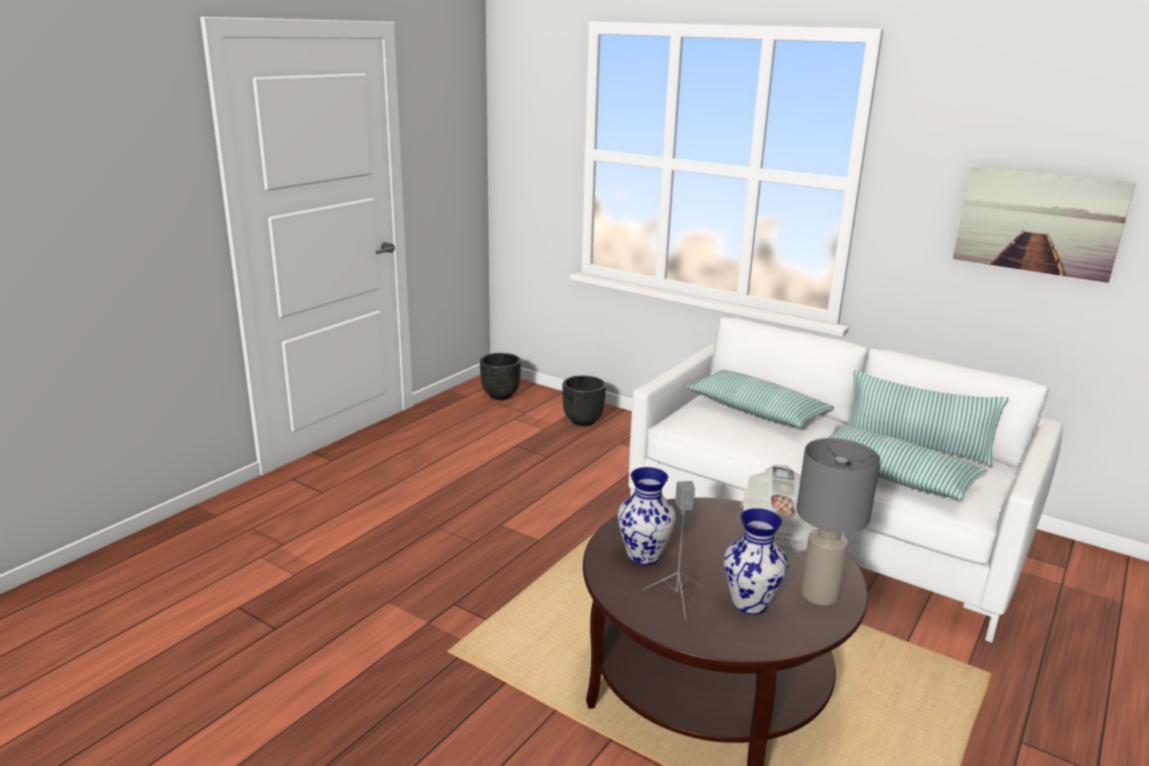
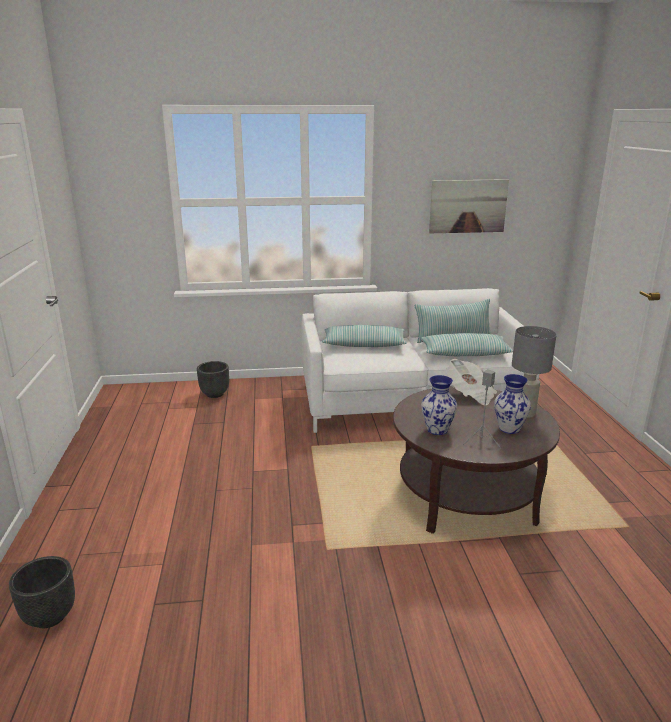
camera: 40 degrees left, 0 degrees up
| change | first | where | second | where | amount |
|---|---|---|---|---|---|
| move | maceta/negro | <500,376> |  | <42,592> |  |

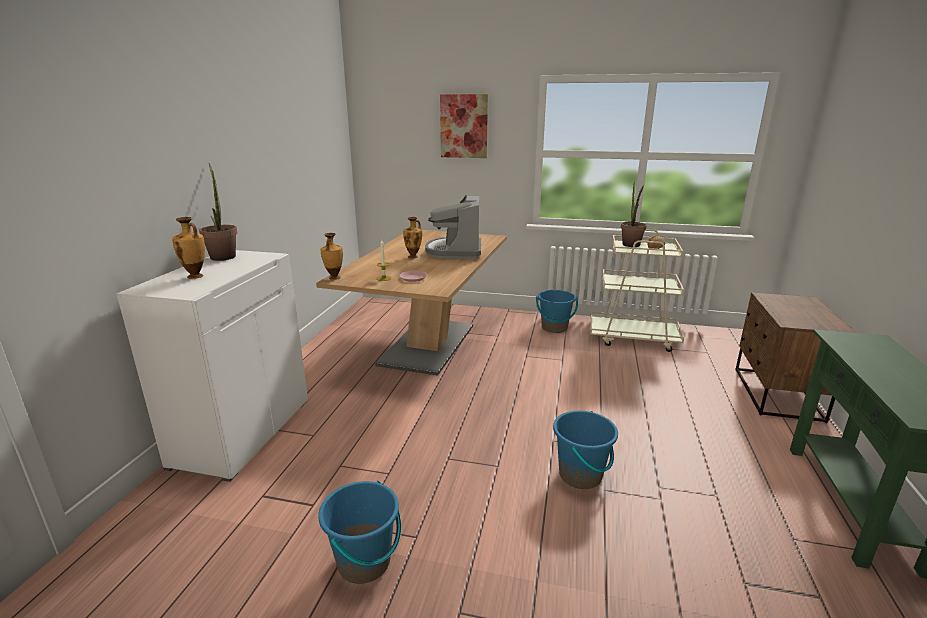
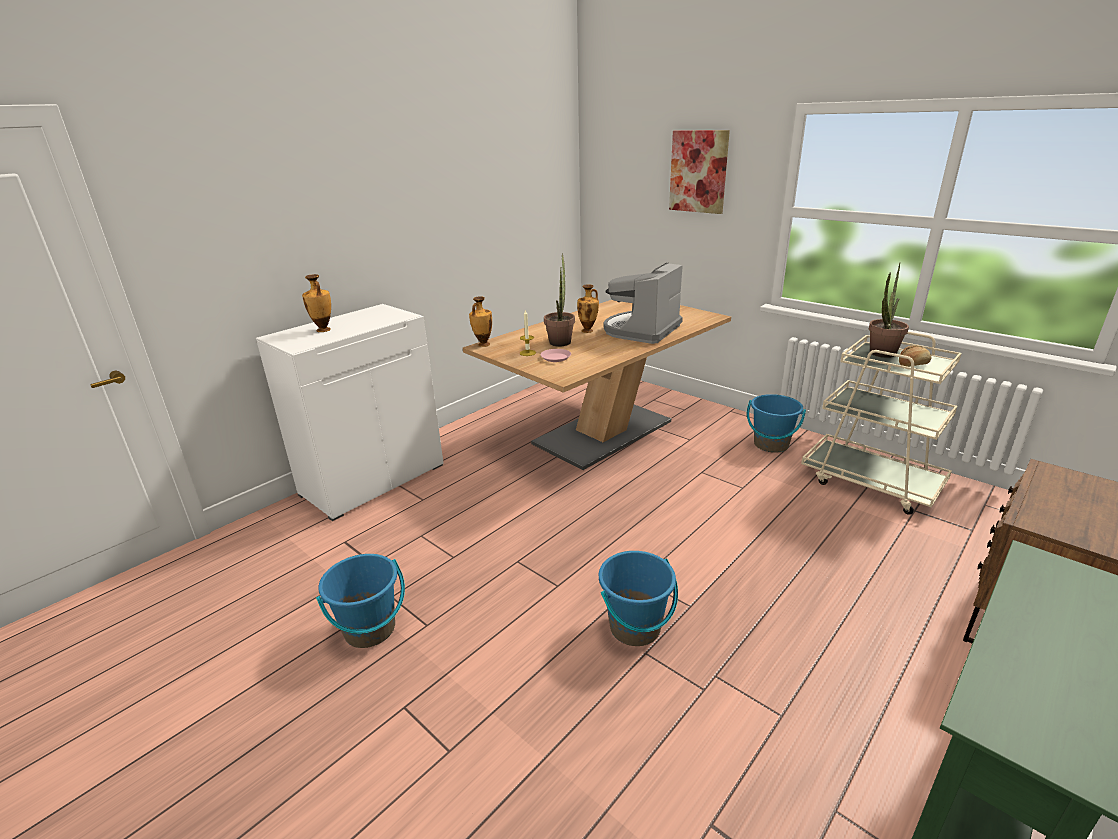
camera: 30 degrees right, 5 degrees up
| change | first | where | second | where | amount |
|---|---|---|---|---|---|
| move | planta en maceta | <218,212> |  | <559,300> |  |

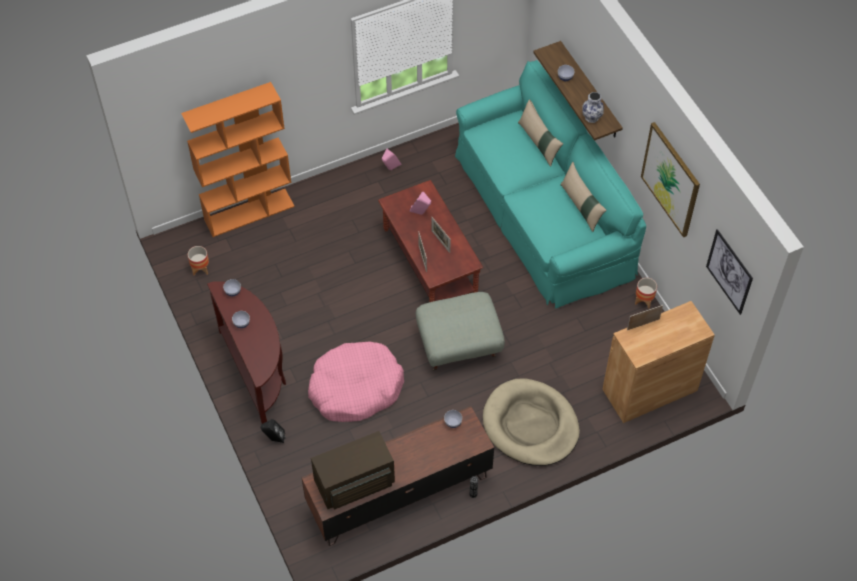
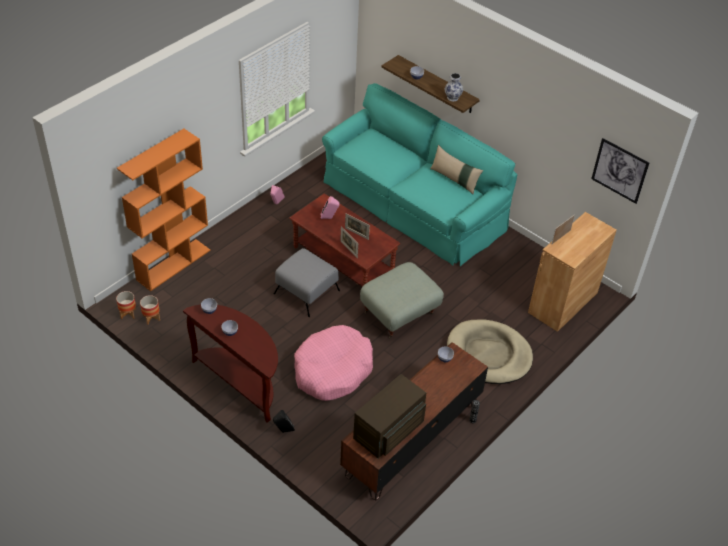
camera: 25 degrees left, 10 degrees down
| change | first | where | second | where | amount |
|---|---|---|---|---|---|
| delete | cojín/beis | <540,133> |  |  |  |
| move | maceta | <646,293> |  | <126,305> |  |
| delete | cuadro | <670,180> |  |  |  |
| insert |  |  | puf/gris | <307,282> |  |

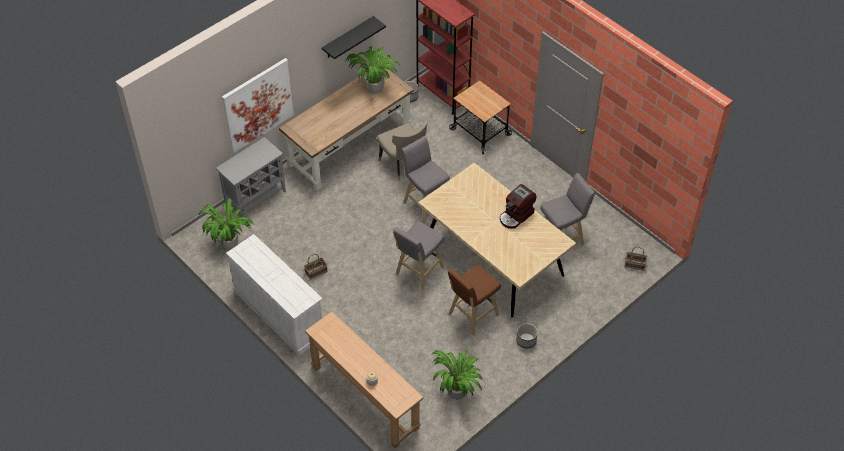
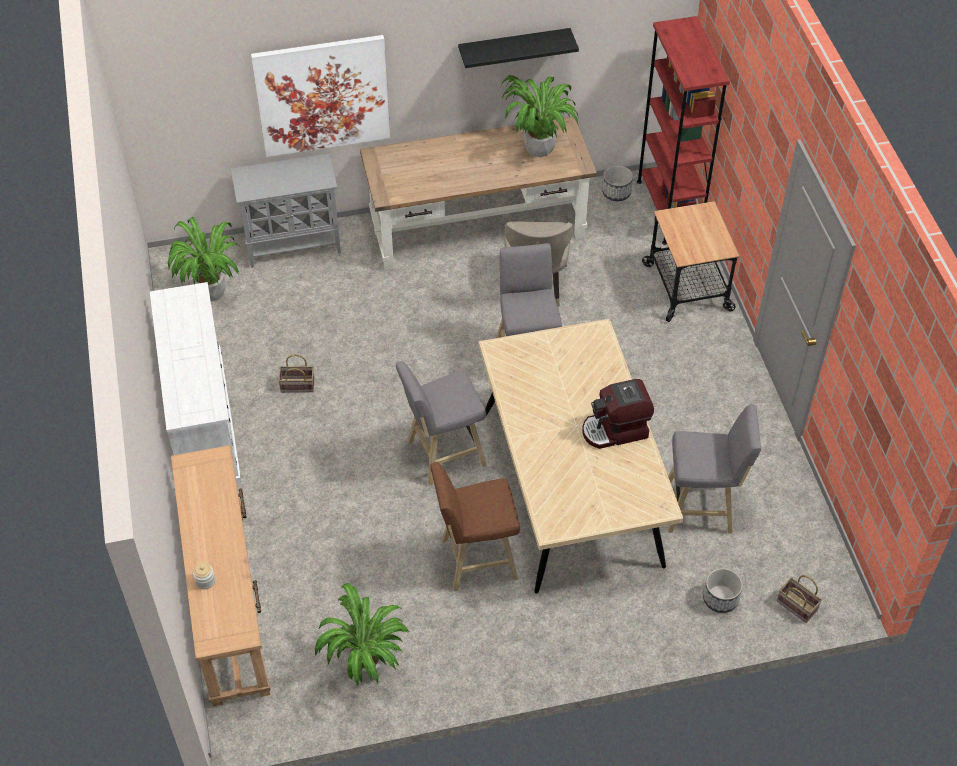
camera: 30 degrees right, 0 degrees up
| change | first | where | second | where | amount |
|---|---|---|---|---|---|
| move | maceta | <527,335> |  | <723,590> |  |

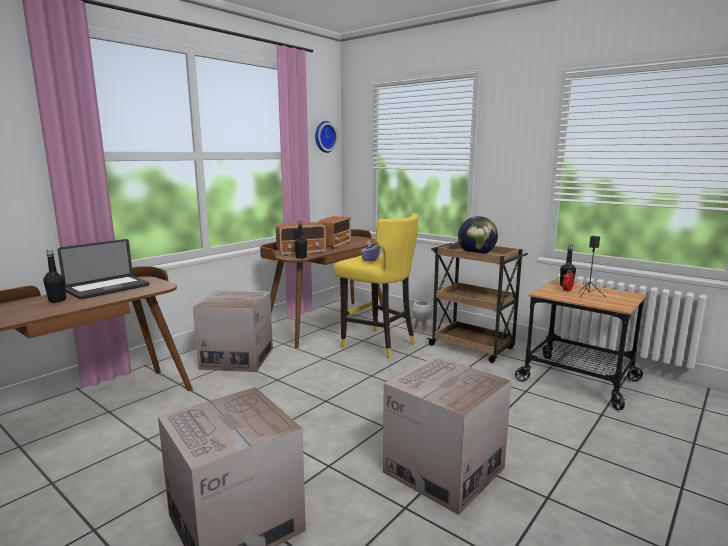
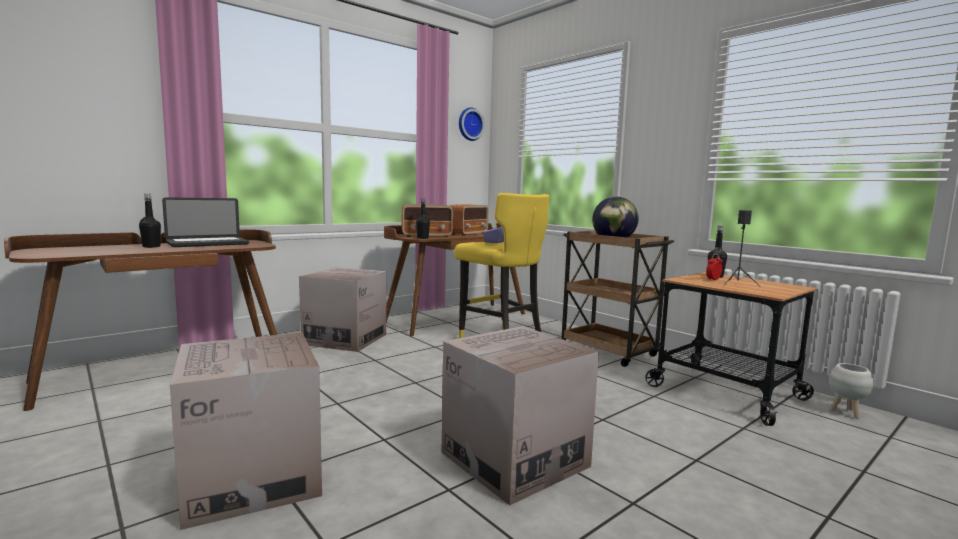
camera: 10 degrees right, 5 degrees down
| change | first | where | second | where | amount |
|---|---|---|---|---|---|
| move | maceta/blanco | <422,316> |  | <851,391> |  |

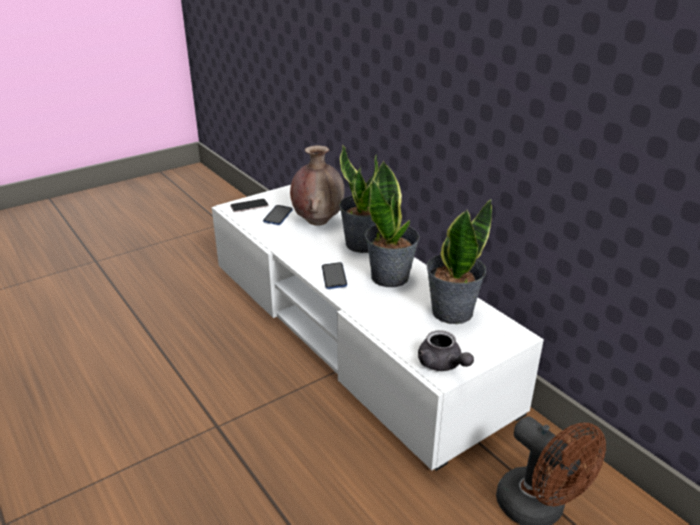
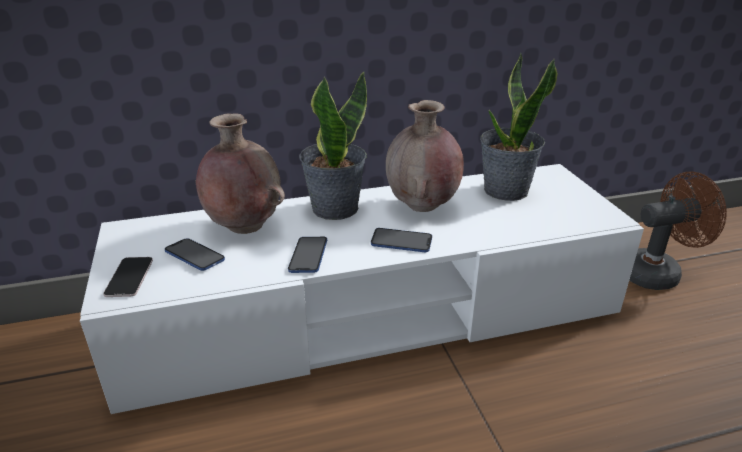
camera: 70 degrees left, 0 degrees up
| change | first | where | second | where | amount |
|---|---|---|---|---|---|
| replace | planta en maceta | <392,223> | florero/marrón | <425,156> |  |
| delete | tetera/gris | <446,350> |  |  |  |
| insert |  |  | móvil | <307,255> |  |

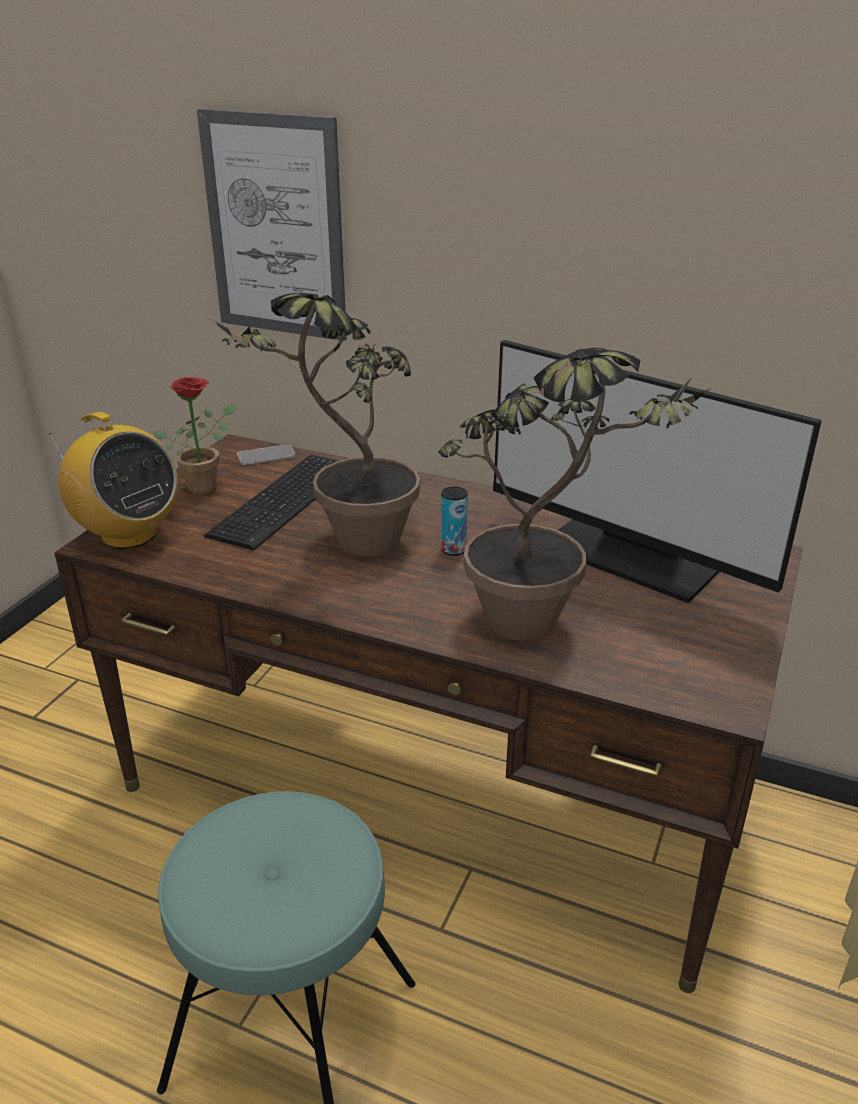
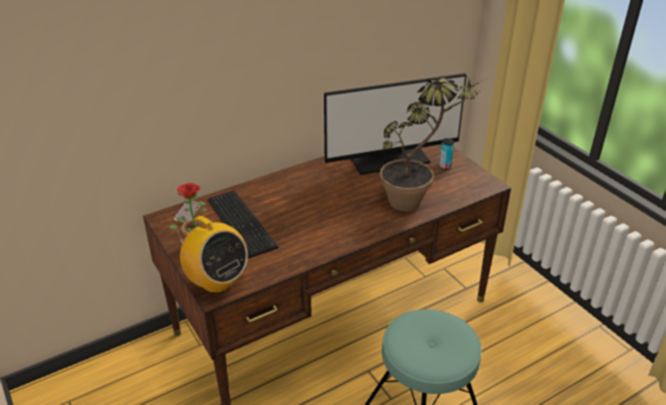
camera: 55 degrees left, 5 degrees up
| change | first | where | second | where | amount |
|---|---|---|---|---|---|
| rotate | radio | <113,480> |  | <212,254> | 60 degrees clockwise |
| delete | cuadro | <272,225> |  |  |  |
| delete | planta en maceta | <312,424> |  |  |  |
| move | lata | <454,521> |  | <446,154> |  |

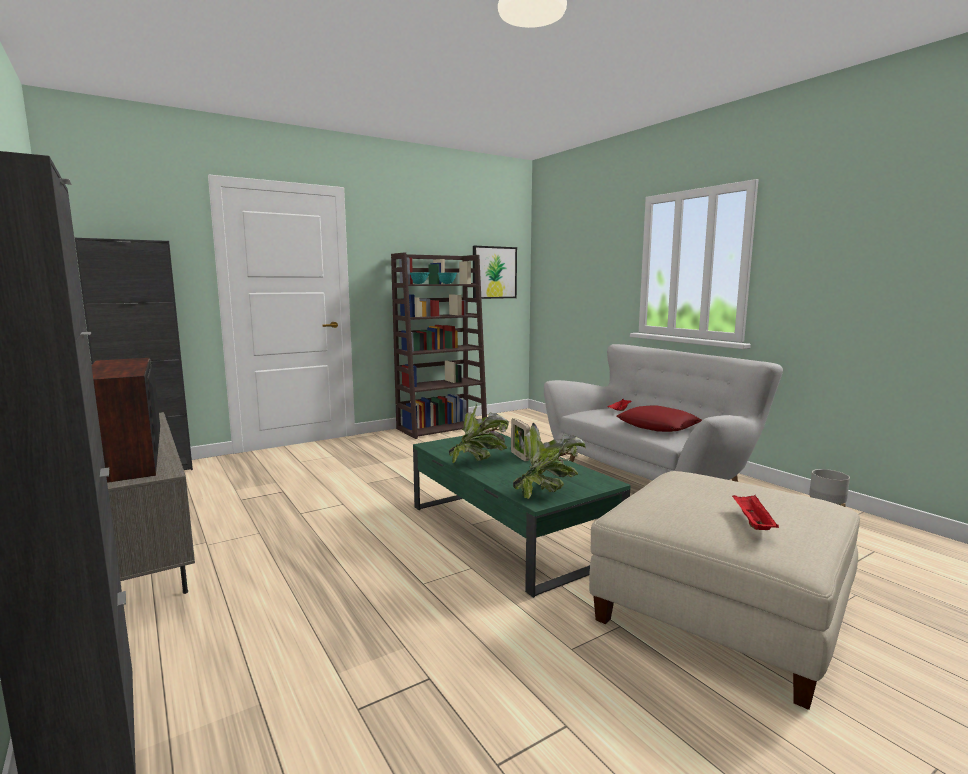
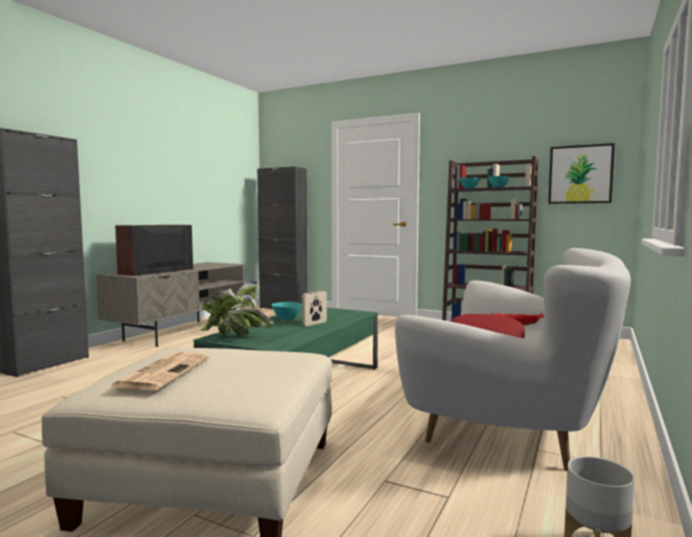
camera: 60 degrees right, 5 degrees down
| change | first | where | second | where | amount |
|---|---|---|---|---|---|
| replace | planta en maceta | <479,433> | cuenco/turquesa | <287,311> |  |
| replace | bandeja/rojo | <755,512> | periódico | <159,371> |  |

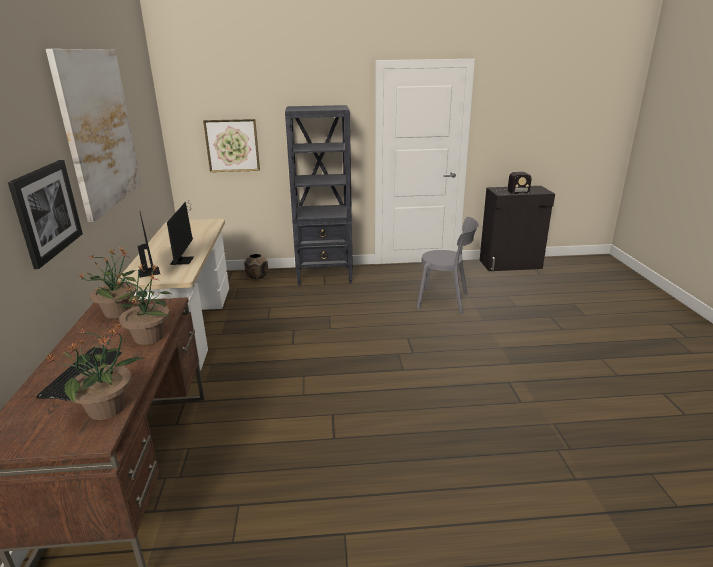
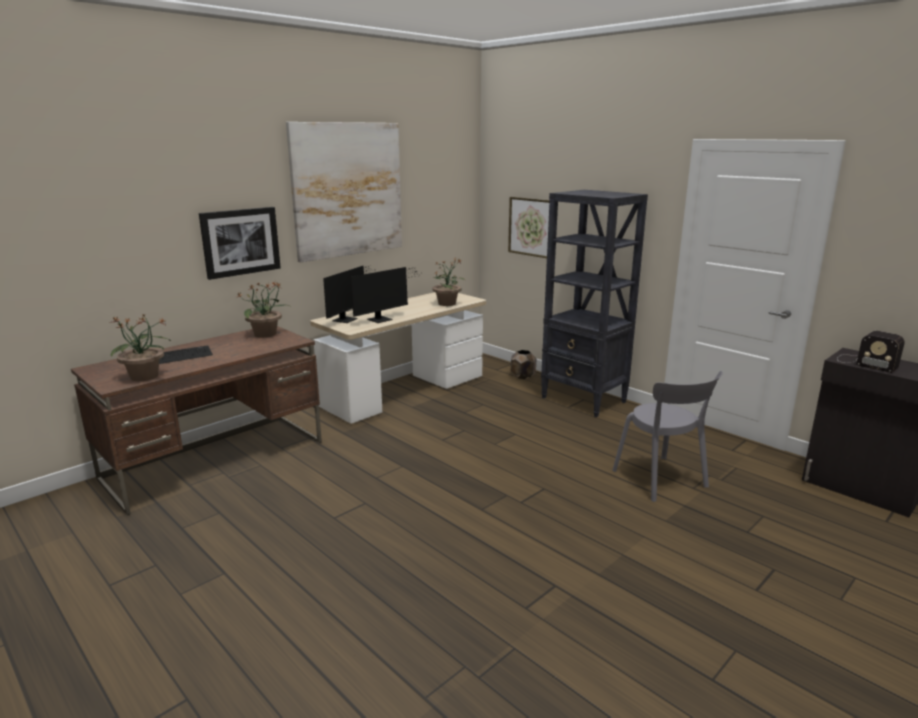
camera: 50 degrees right, 5 degrees down
| change | first | where | second | where | amount |
|---|---|---|---|---|---|
| move | planta en maceta | <142,304> |  | <449,282> |  |

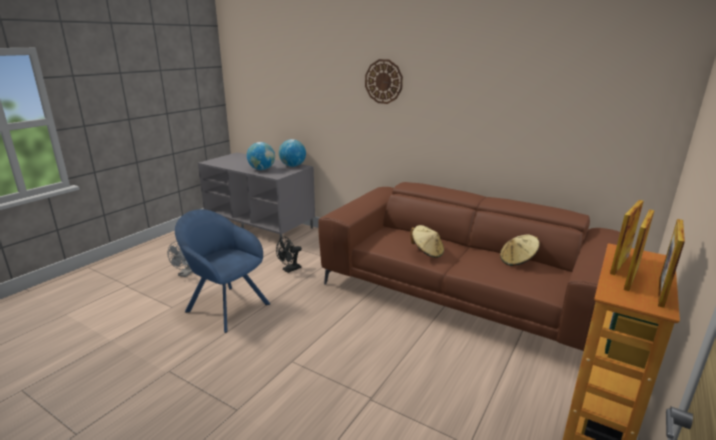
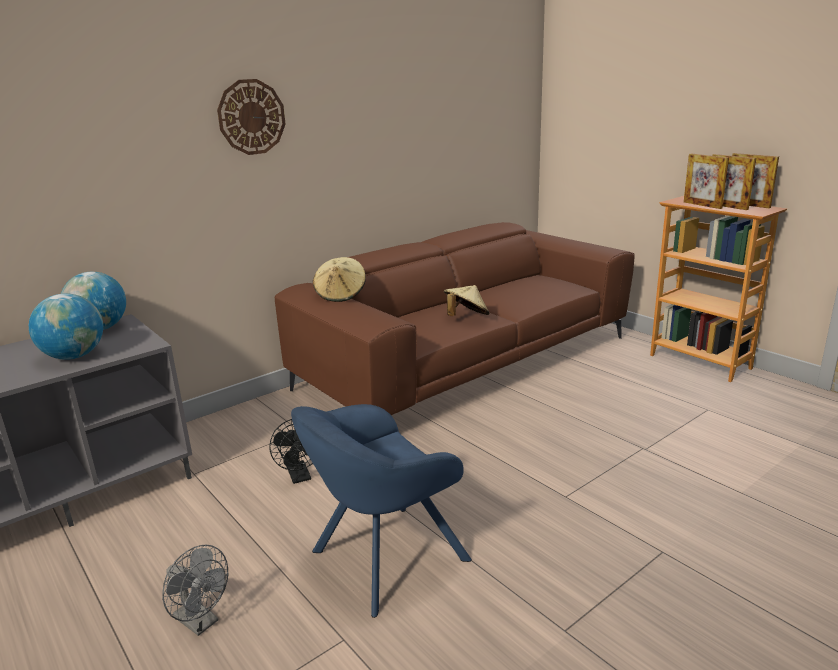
camera: 70 degrees left, 0 degrees up
| change | first | where | second | where | amount |
|---|---|---|---|---|---|
| move | sombrero/beis | <520,250> |  | <339,279> |  |

